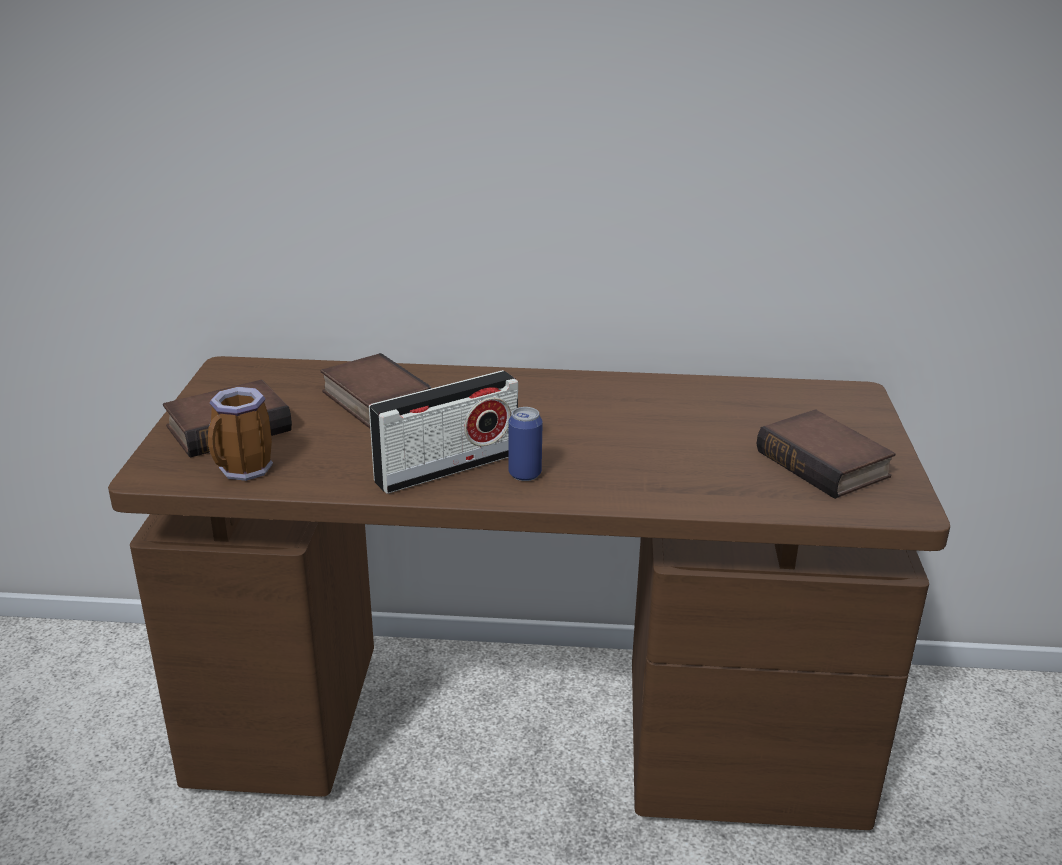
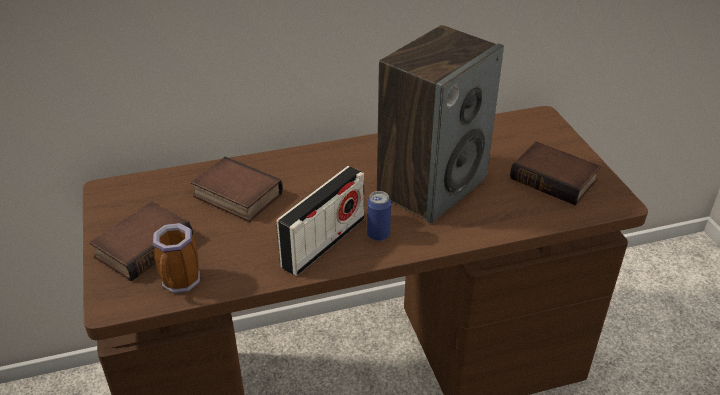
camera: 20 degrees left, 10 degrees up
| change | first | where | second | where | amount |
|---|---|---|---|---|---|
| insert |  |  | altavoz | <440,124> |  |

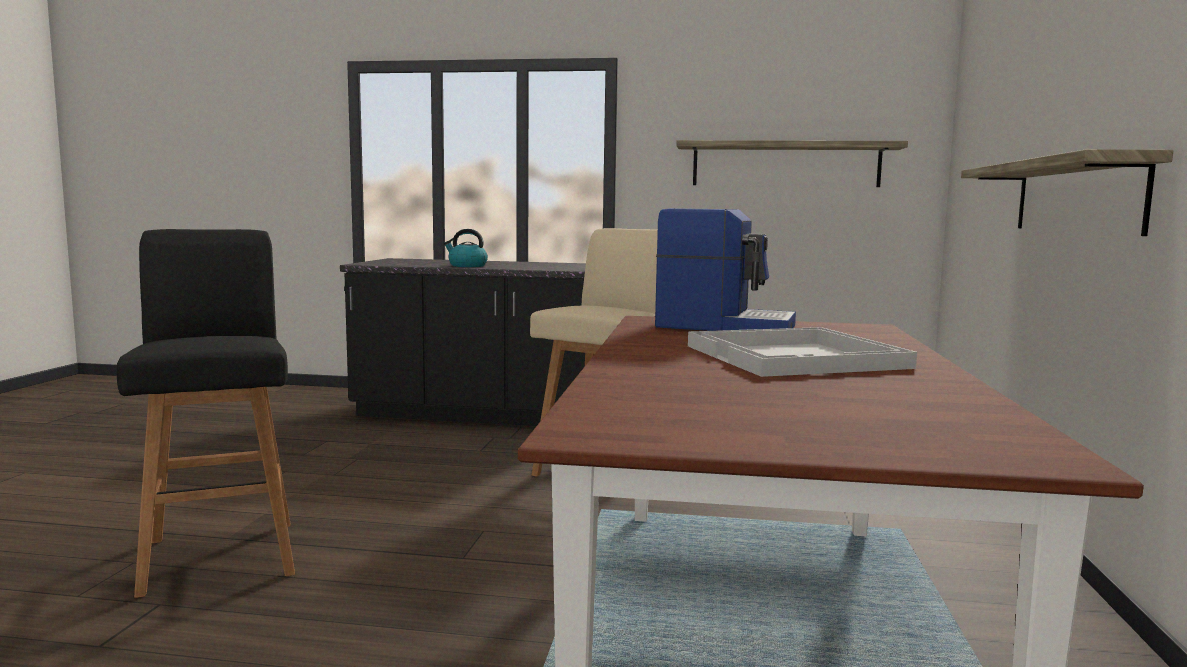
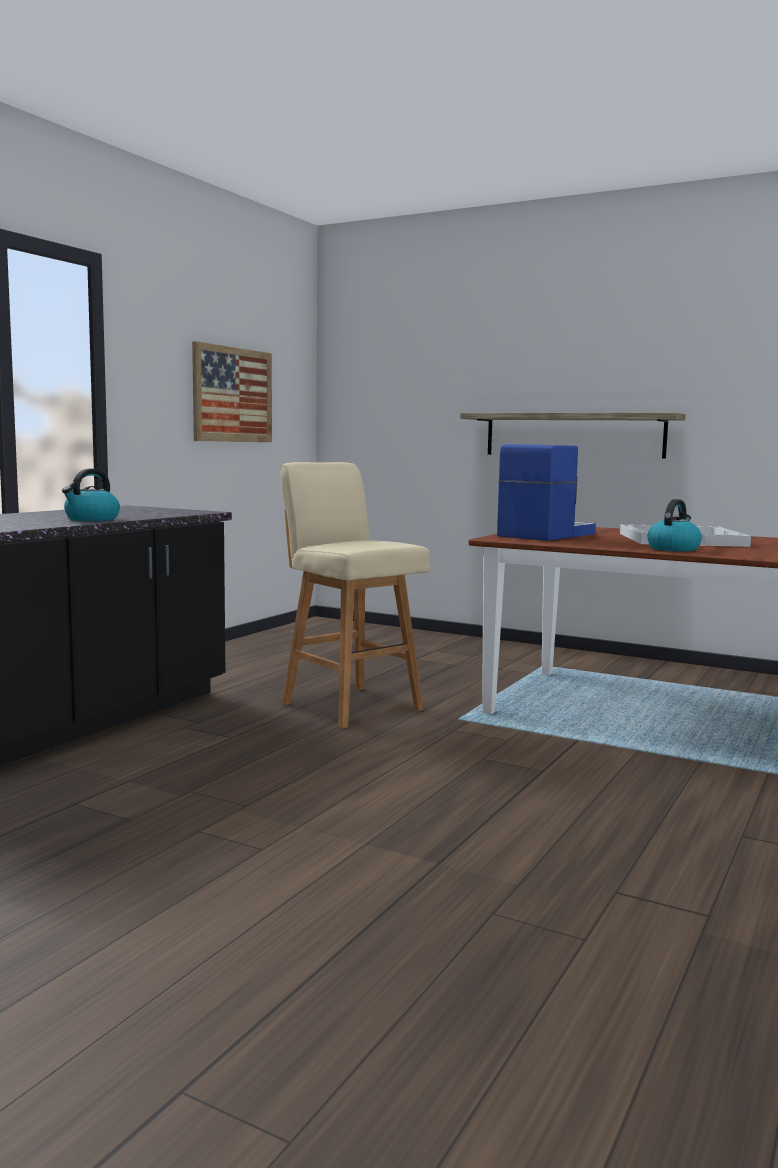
camera: 70 degrees left, 0 degrees up
| change | first | where | second | where | amount |
|---|---|---|---|---|---|
| delete | taburete/negro | <206,413> |  |  |  |
| replace | estante | <792,163> | cuadro | <232,391> |  |
| insert |  |  | hervidor | <674,525> |  |

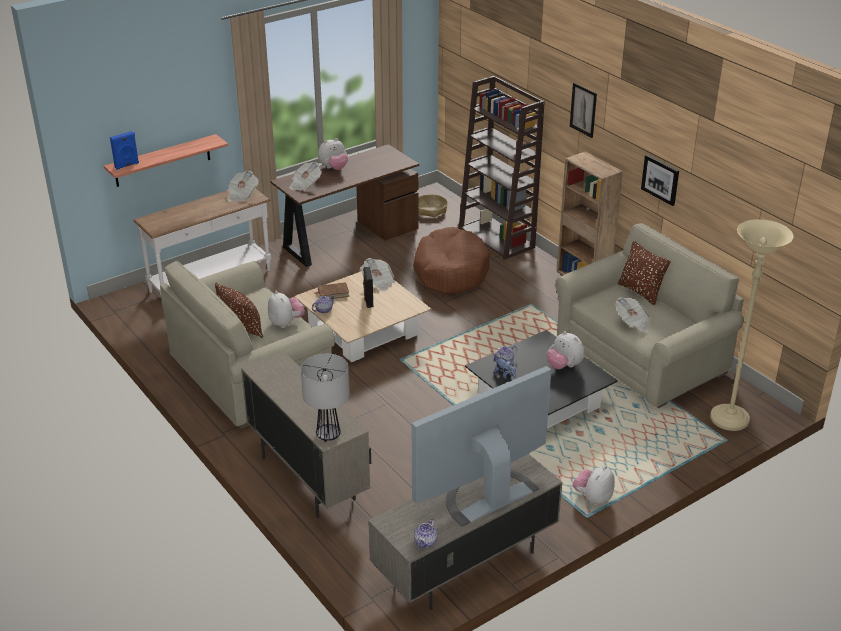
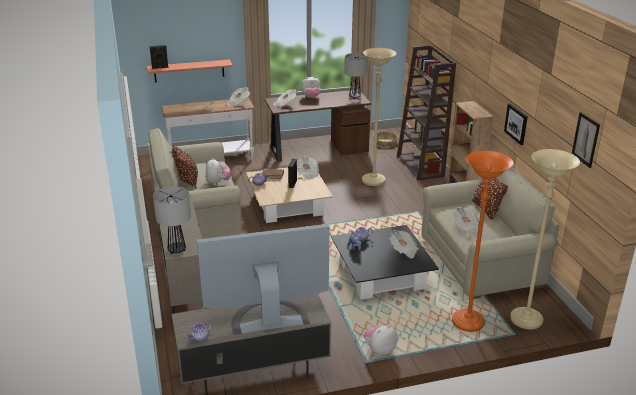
camera: 20 degrees right, 5 degrees down
| change | first | where | second | where | amount |
|---|---|---|---|---|---|
| recolor | altavoz/azul | <124,150> | altavoz/negro | <159,57> |  |
| replace | cama para perro/marrón | <451,261> | lámpara de pie/beis | <379,117> |  |
| replace | peluche | <566,350> | periódico | <404,244> |  |
| move | cuadro | <583,110> |  | <586,140> |  |
| insert |  |  | lámpara de mesa | <356,76> |  |
| insert |  |  | lámpara de pie/naranja | <483,241> |  |

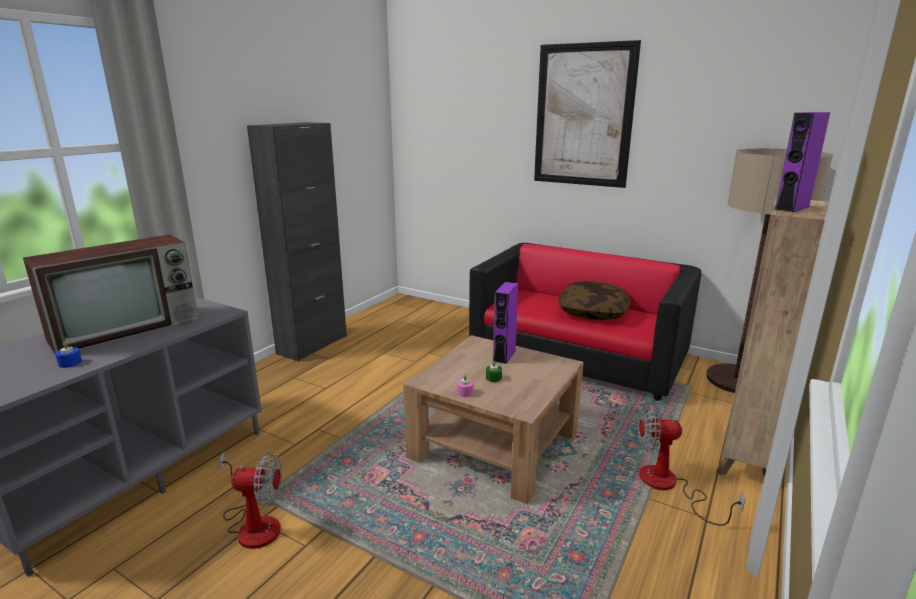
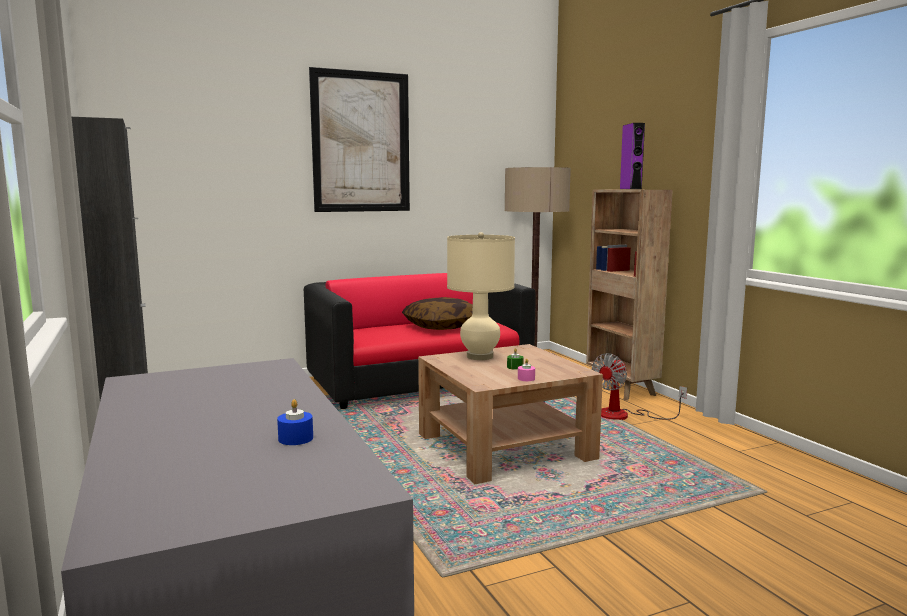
camera: 55 degrees left, 10 degrees down
| change | first | where | second | where | amount |
|---|---|---|---|---|---|
| delete | televisor | <110,294> |  |  |  |
| delete | ventilador | <250,500> |  |  |  |
| replace | altavoz/morado | <505,323> | lámpara de mesa/beis | <481,296> |  |

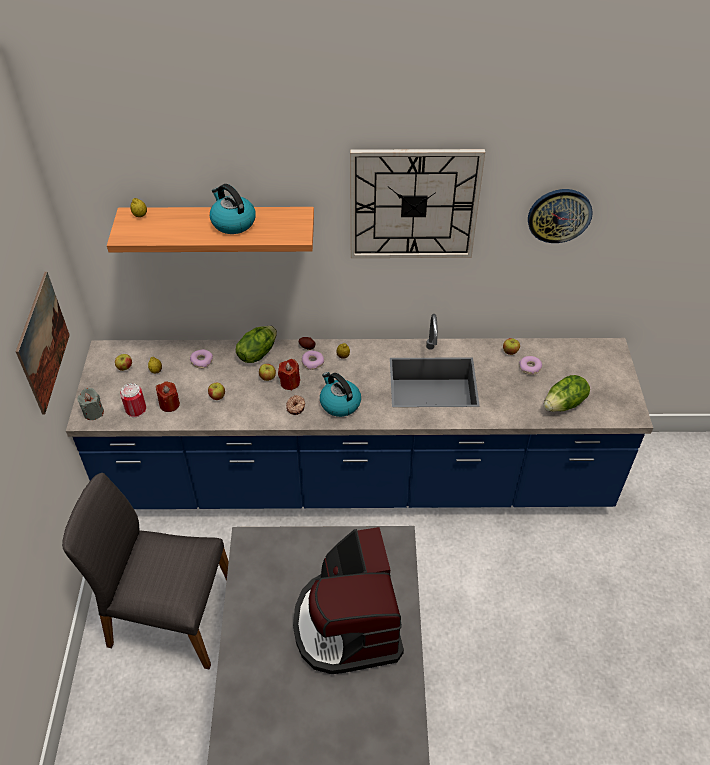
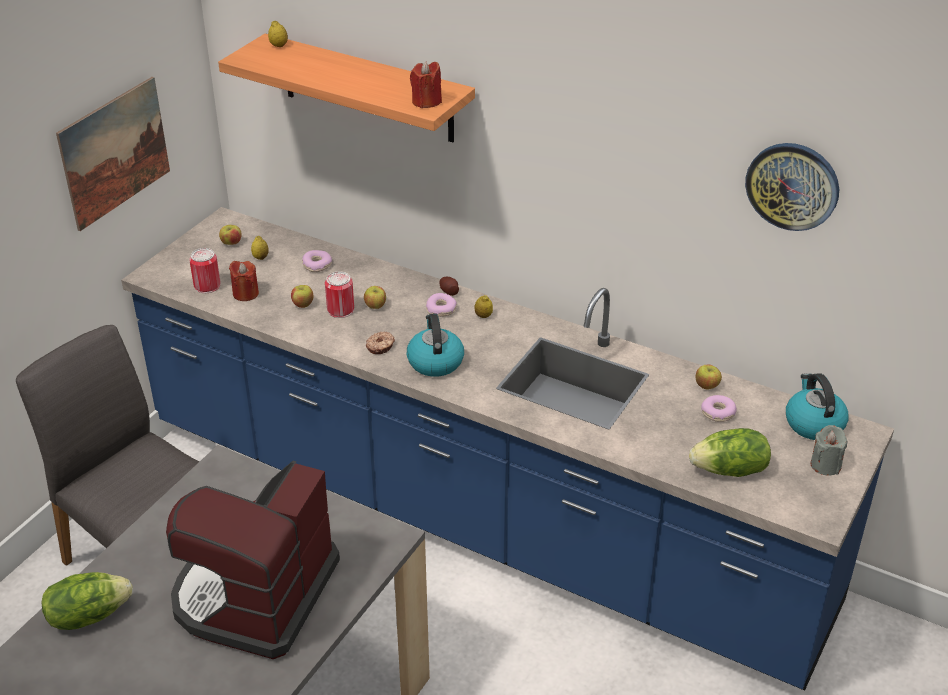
camera: 30 degrees right, 10 degrees down
| change | first | where | second | where | amount |
|---|---|---|---|---|---|
| move | vela/gris | <90,404> |  | <829,450> |  |
| move | hervidor | <233,209> |  | <817,406> |  |
| move | lechuga | <256,344> |  | <87,601> |  |
| move | vela/rojo | <289,375> |  | <426,84> |  |
| delete | reloj de pared | <417,203> |  |  |  |
| insert |  |  | lata | <339,294> |  |

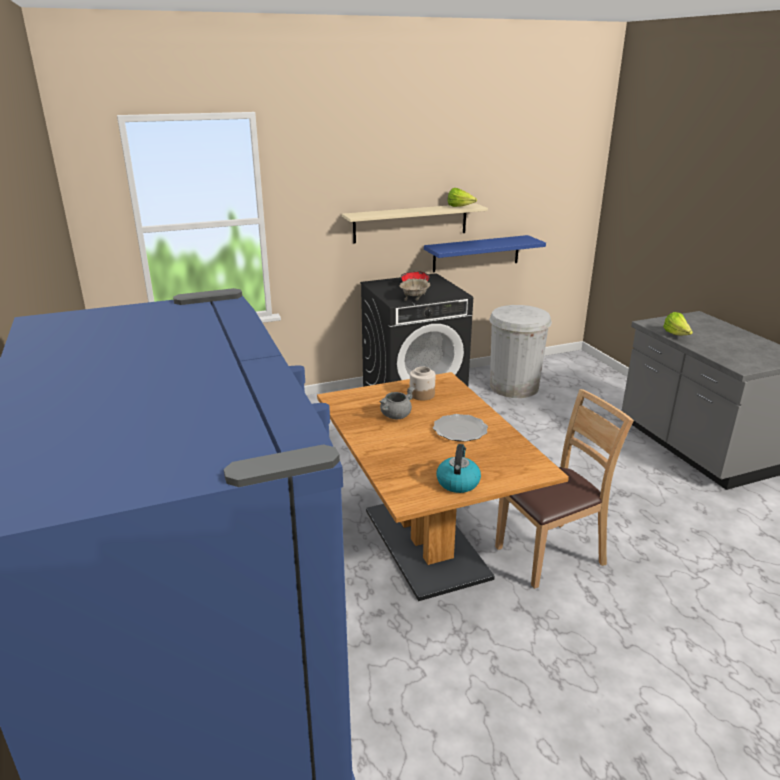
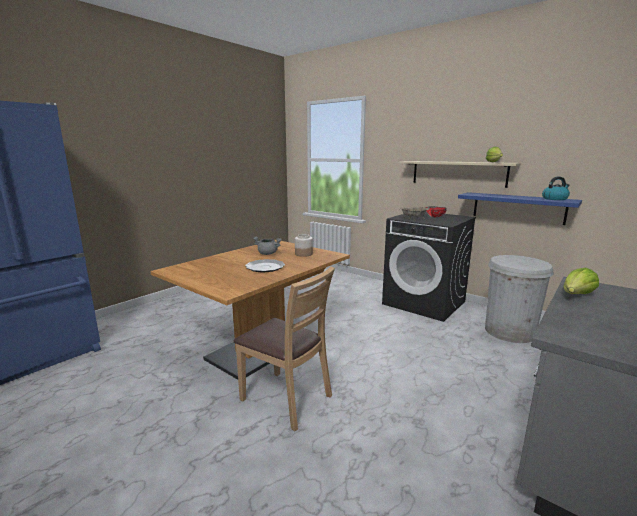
camera: 60 degrees right, 10 degrees down
| change | first | where | second | where | amount |
|---|---|---|---|---|---|
| move | hervidor | <458,468> |  | <556,188> |  |

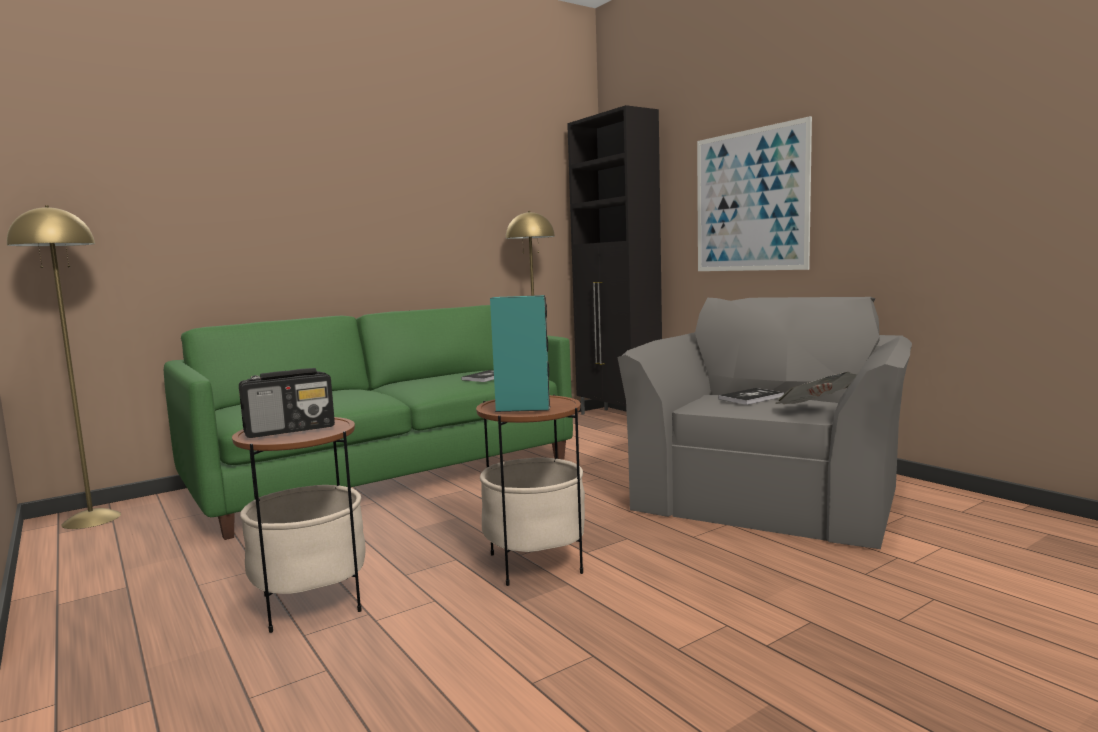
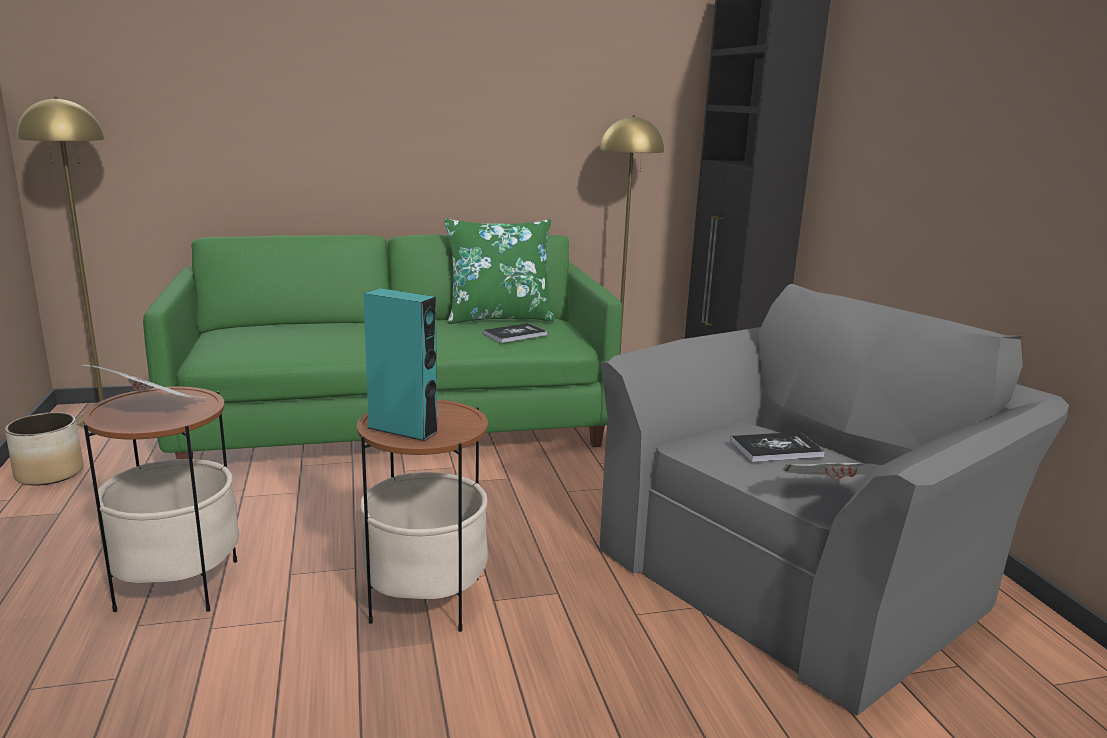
camera: 20 degrees right, 10 degrees up
| change | first | where | second | where | amount |
|---|---|---|---|---|---|
| replace | radio | <287,403> | periódico | <143,381> |  |
| delete | cuadro | <754,193> |  |  |  |
| insert |  |  | maceta | <44,448> |  |
| insert |  |  | cojín/verde | <499,271> |  |

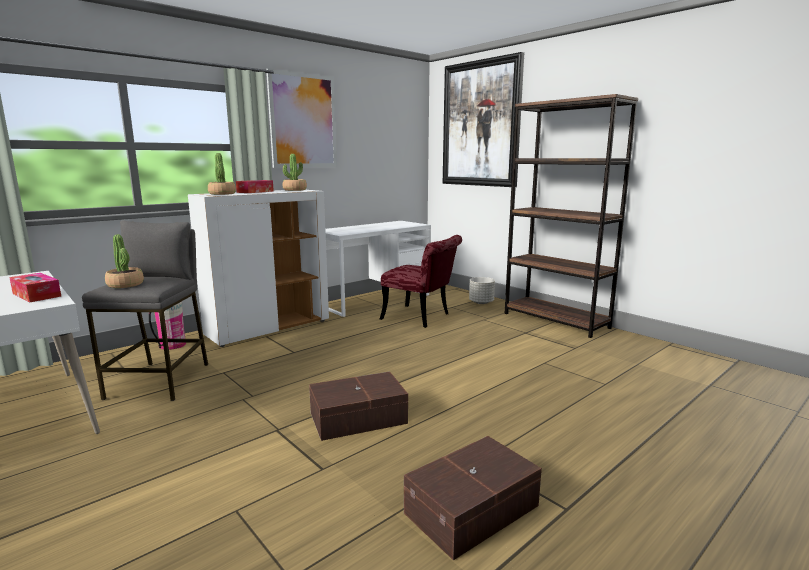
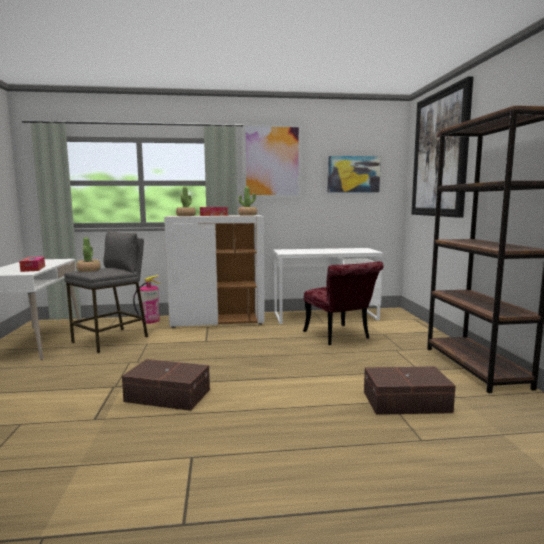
camera: 35 degrees right, 5 degrees down
| change | first | where | second | where | amount |
|---|---|---|---|---|---|
| move | caja de almacenaje/marrón | <473,498> |  | <410,390> |  |
| delete | maceta/gris | <482,290> |  |  |  |
| insert |  |  | cuadro | <354,174> |  |

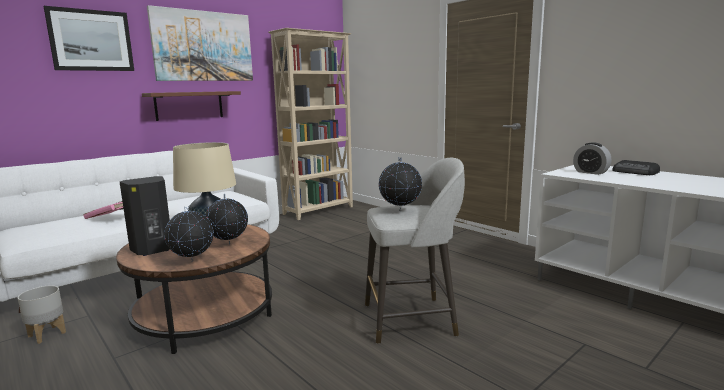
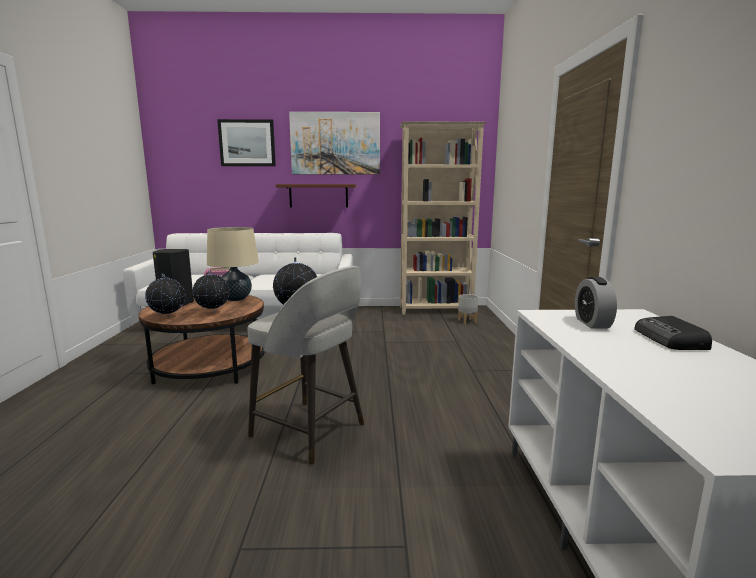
camera: 40 degrees right, 0 degrees up
| change | first | where | second | where | amount |
|---|---|---|---|---|---|
| move | maceta/gris | <42,314> |  | <468,309> |  |

